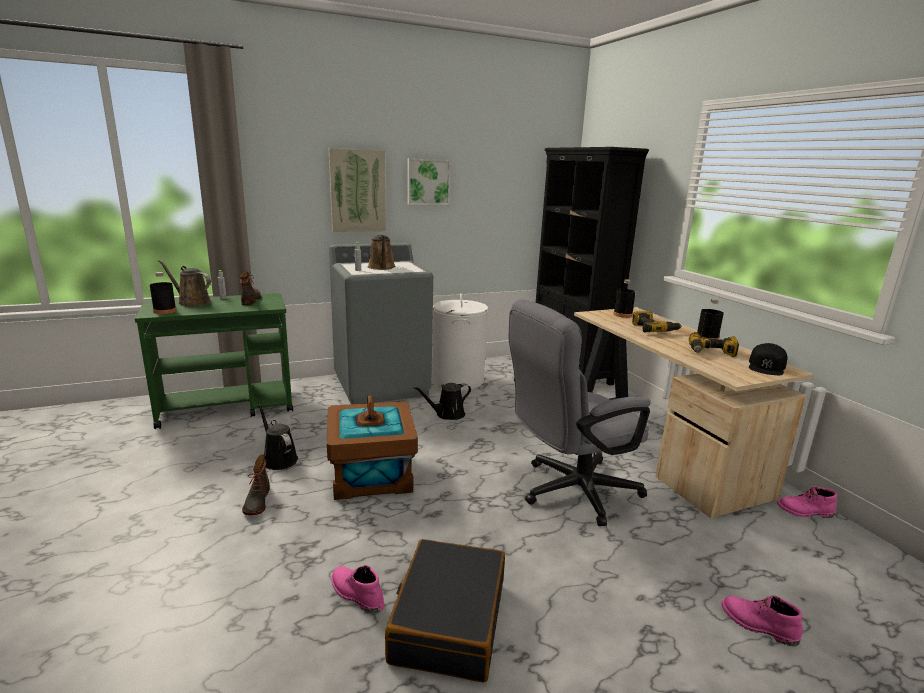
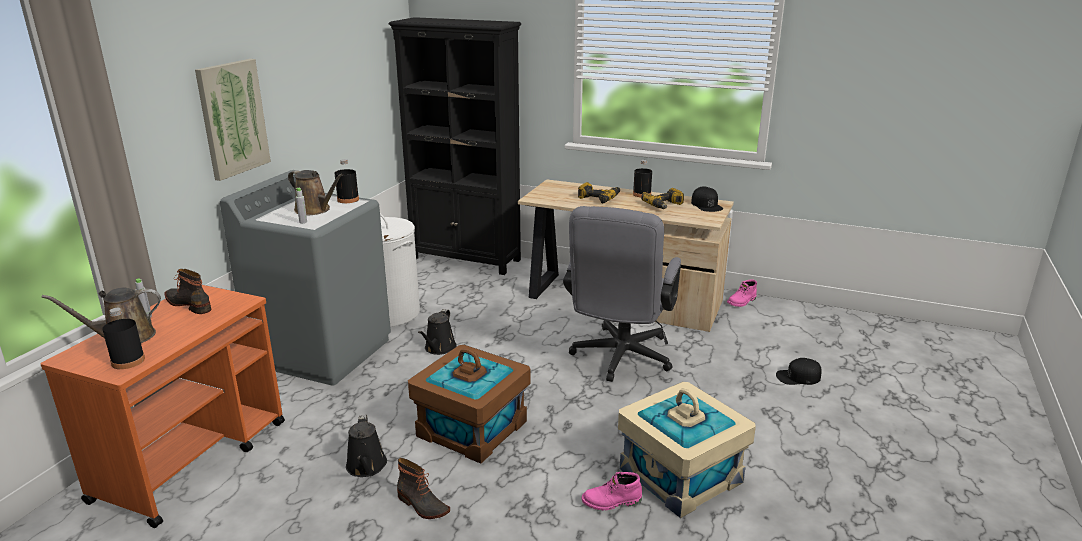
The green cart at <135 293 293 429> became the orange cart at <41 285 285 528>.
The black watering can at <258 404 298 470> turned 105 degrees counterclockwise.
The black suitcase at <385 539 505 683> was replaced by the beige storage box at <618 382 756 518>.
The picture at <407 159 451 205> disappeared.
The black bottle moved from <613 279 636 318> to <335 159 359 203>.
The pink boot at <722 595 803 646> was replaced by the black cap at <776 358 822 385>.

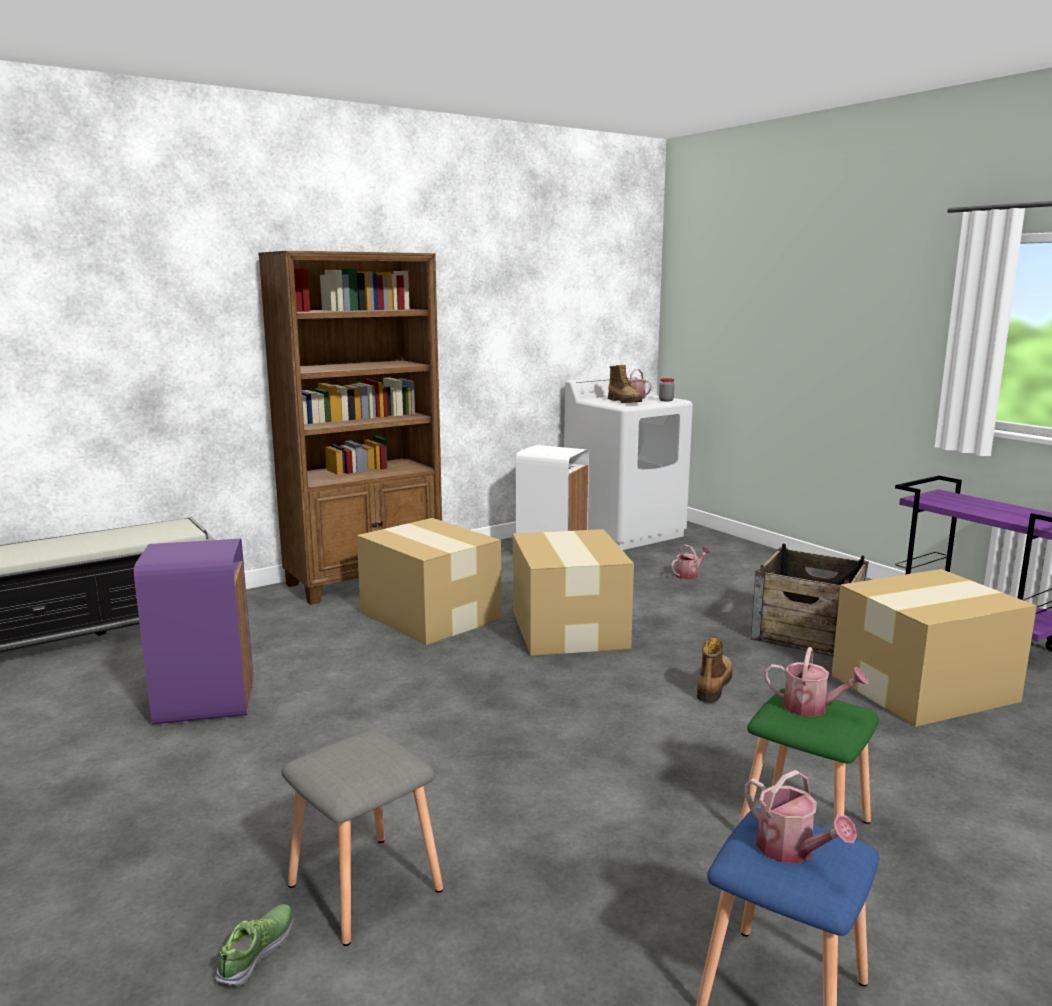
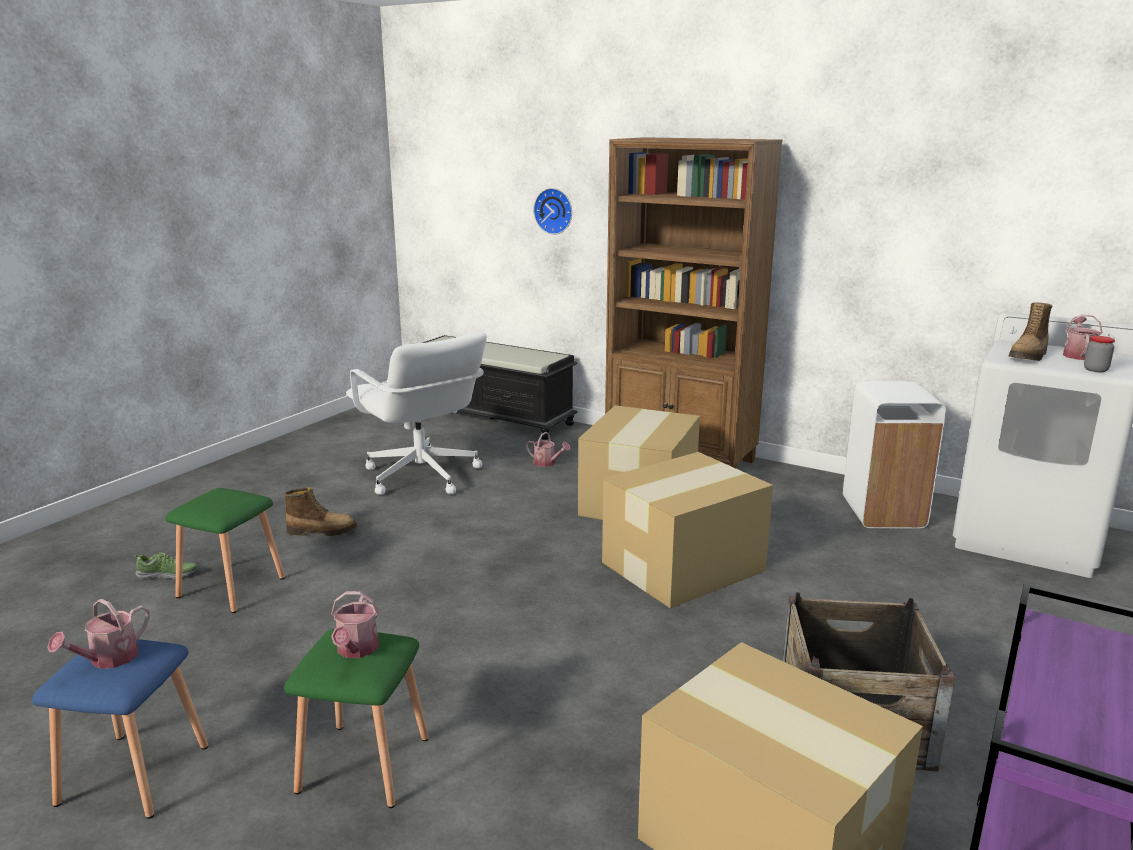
The purple trash can at <134 539 254 724> was replaced by the white office chair at <346 333 487 495>.
The grey stool at <281 730 443 946> became the green stool at <165 488 285 613>.
The watering can moved from <671 545 711 580> to <526 432 571 467>.
The boot moved from <697 638 733 703> to <284 487 357 536>.
The wall clock at <534 188 572 235> appeared.

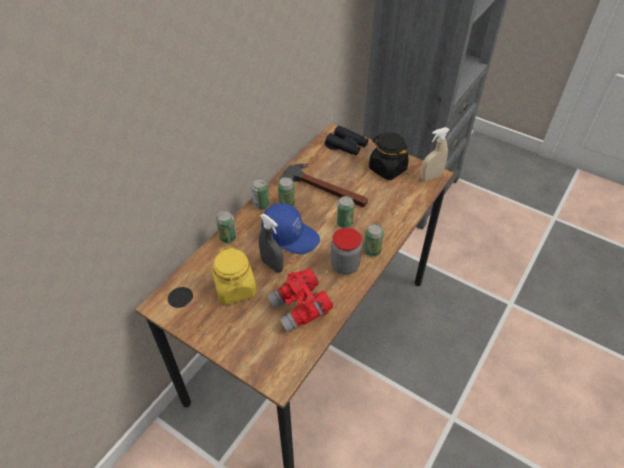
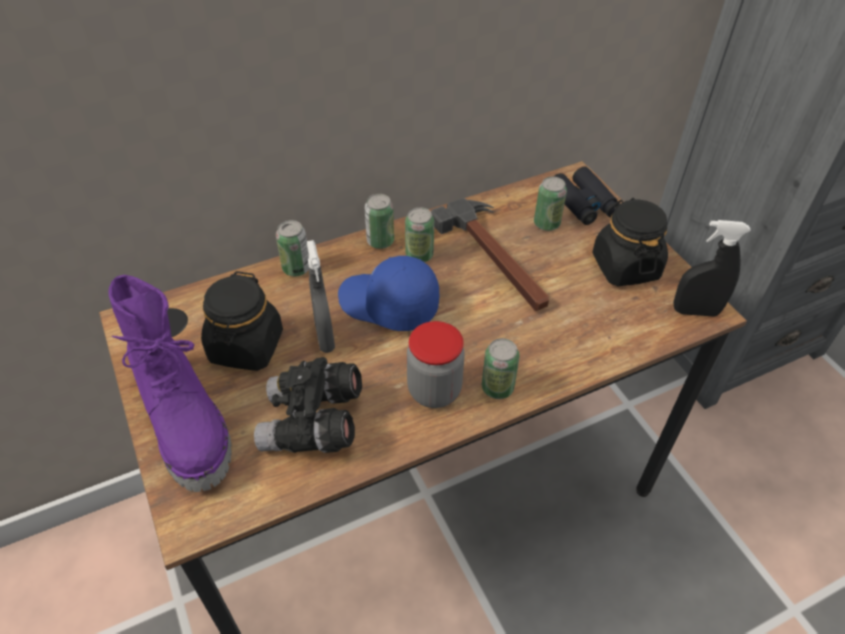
The yellow jar at <212 246 257 305> became the black jar at <201 271 283 371>.
The blue cap at <261 203 320 254> turned 150 degrees clockwise.
The red binoculars at <267 268 333 332> became the black binoculars at <254 357 362 453>.
The can moved from <336 196 354 228> to <534 177 567 231>.
The beige spray bottle at <421 127 449 181> became the black spray bottle at <673 220 751 317>.
The purple boot at <108 275 232 492> appeared.

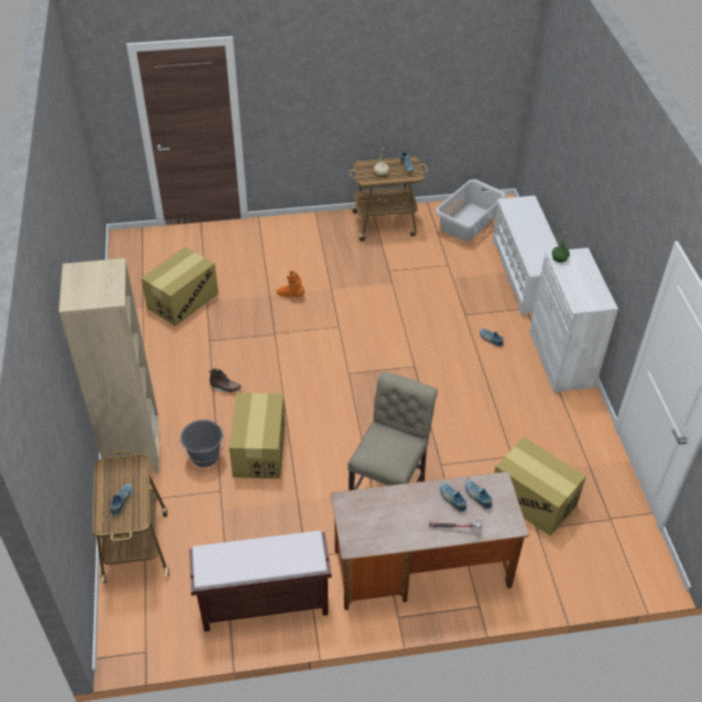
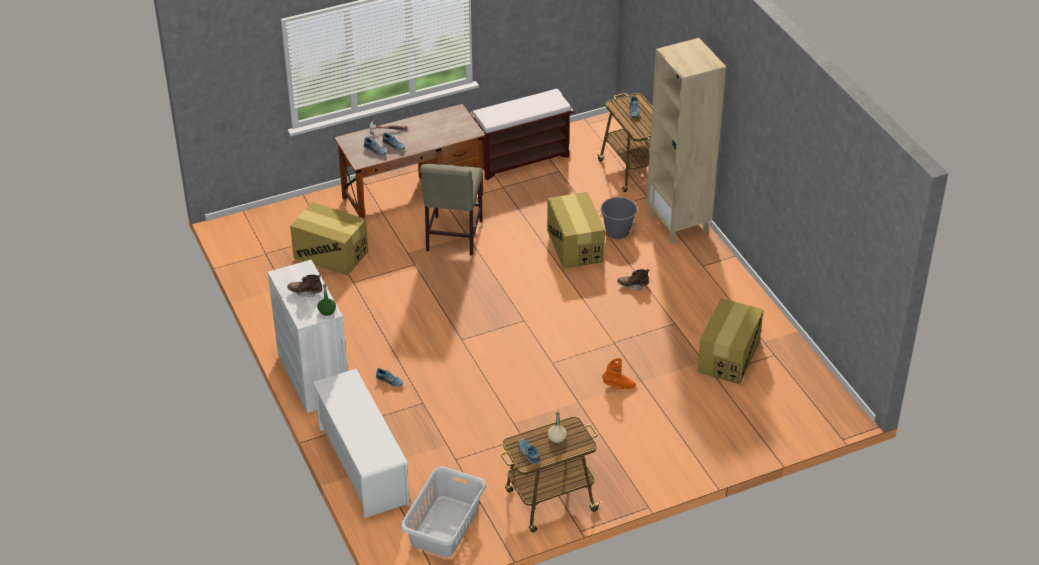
The brown boot at <287 274 322 297> appeared.

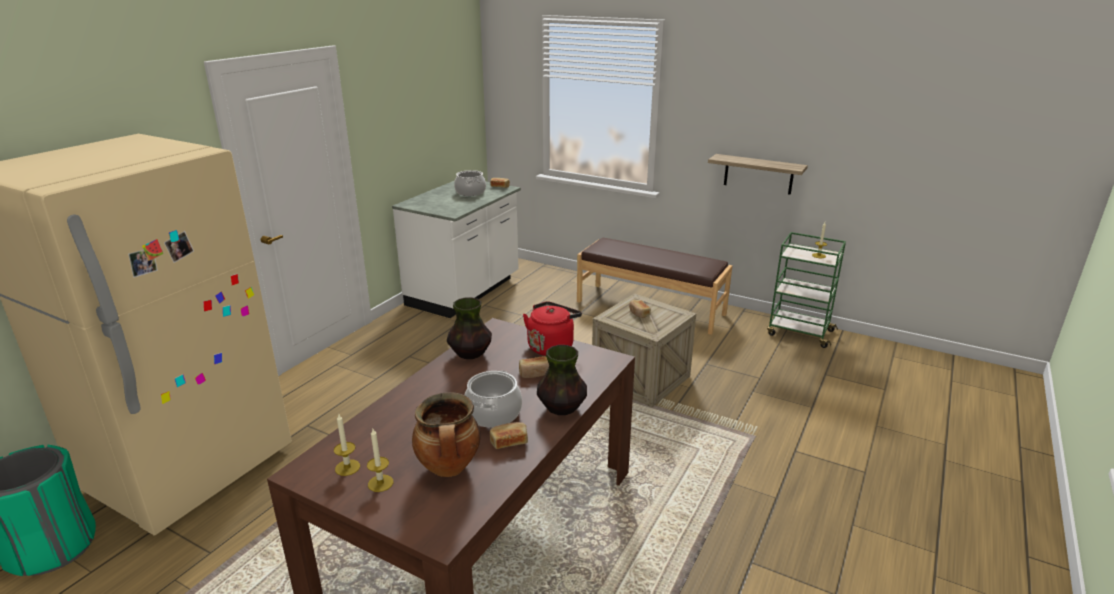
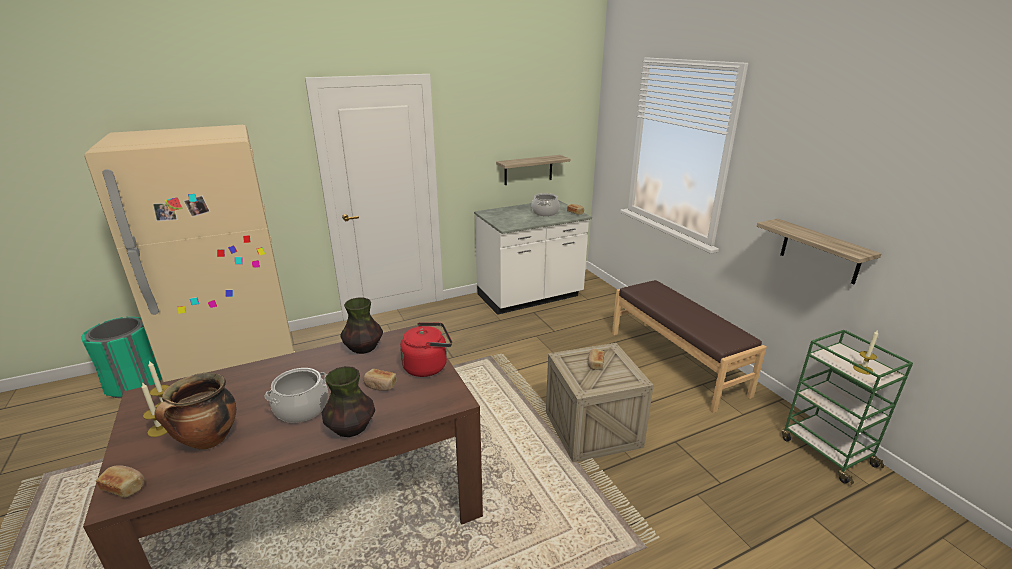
The bread moved from <490 422 528 449> to <96 465 145 498>.
The shelf at <496 155 570 185> appeared.

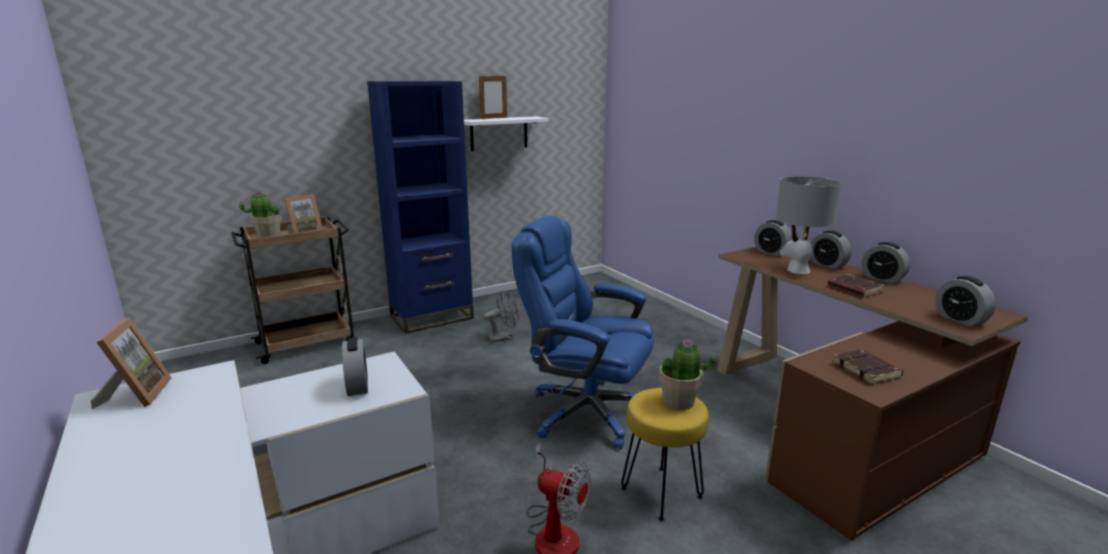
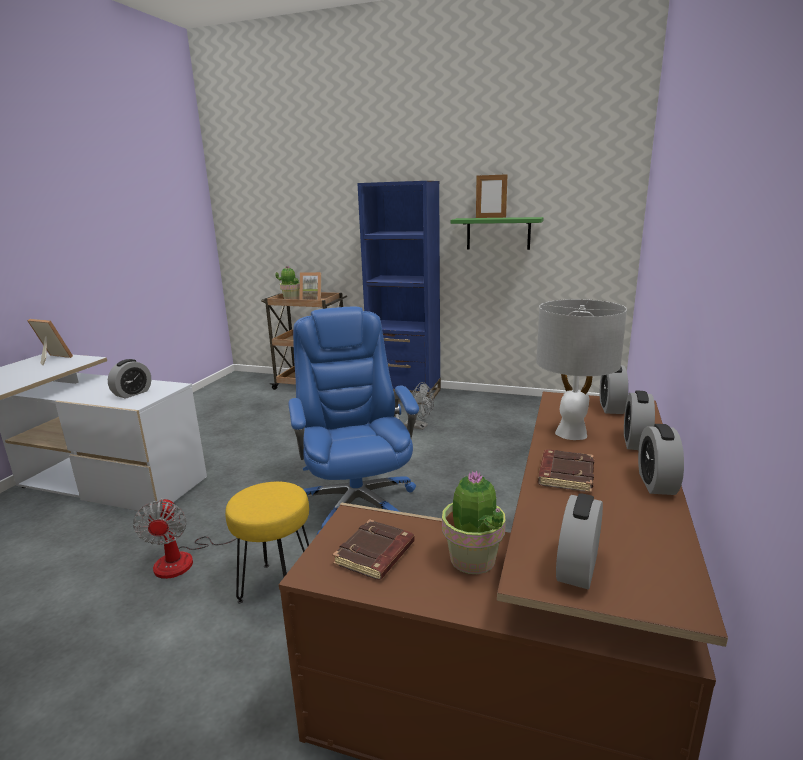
The picture frame at <91 317 172 409> turned 105 degrees counterclockwise.
The white shelf at <464 116 549 151> became the green shelf at <451 217 544 250>.
The potted plant moved from <659 338 717 410> to <442 471 506 574>.

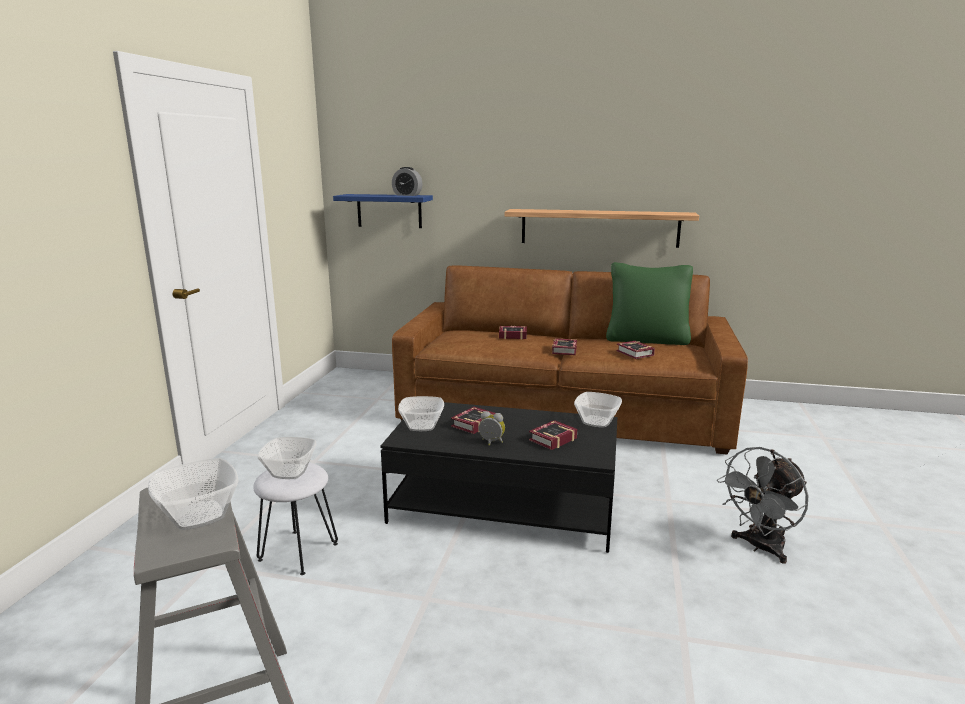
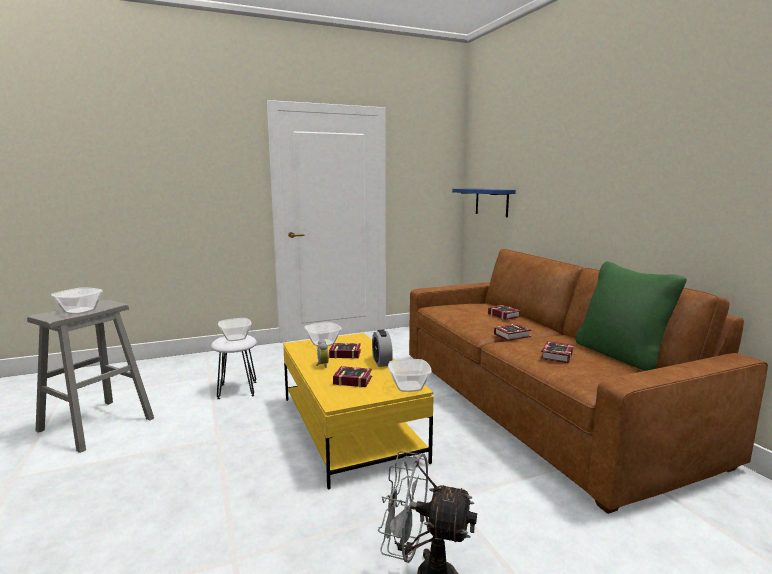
The black coffee table at <380 402 617 553> became the yellow coffee table at <283 333 434 490>.
The alarm clock moved from <392 167 423 196> to <372 330 393 367>.
The shelf at <505 209 699 248> disappeared.

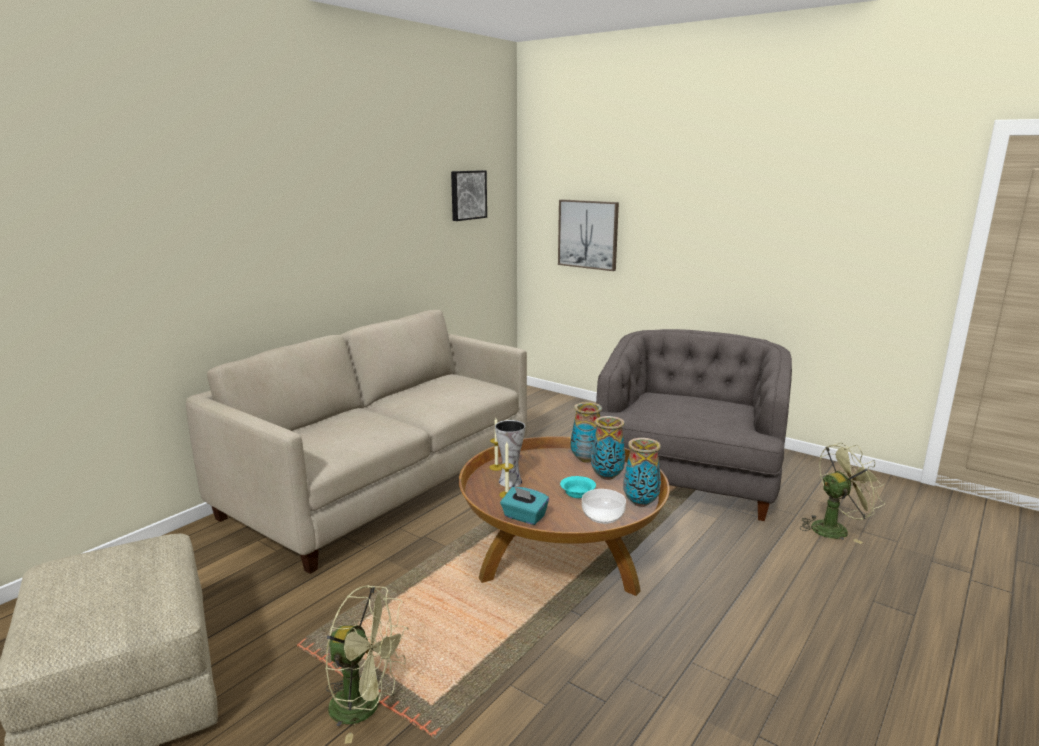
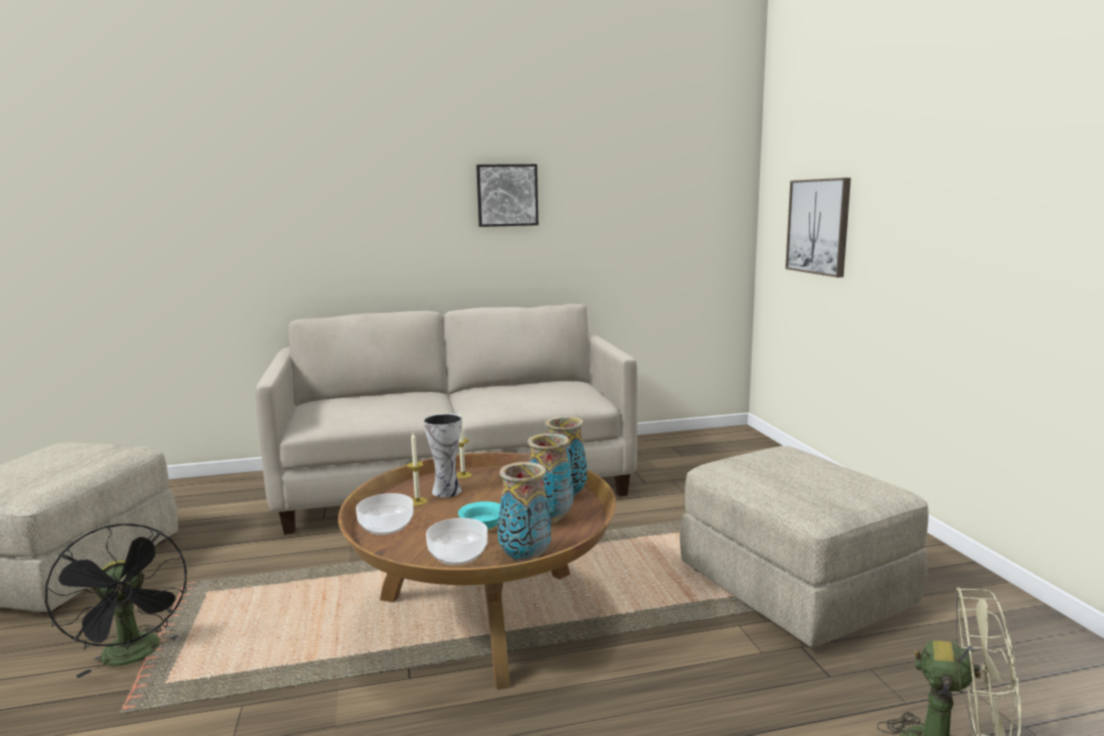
The green fan at <325 585 408 744> became the black fan at <45 524 187 678>.
The picture moved from <451 170 487 221> to <476 164 538 227>.
The turquoise tissue box at <500 487 549 525> was replaced by the bowl at <356 493 413 535>.
The grey armchair at <596 329 792 521> was replaced by the beige ottoman at <680 446 928 647>.

